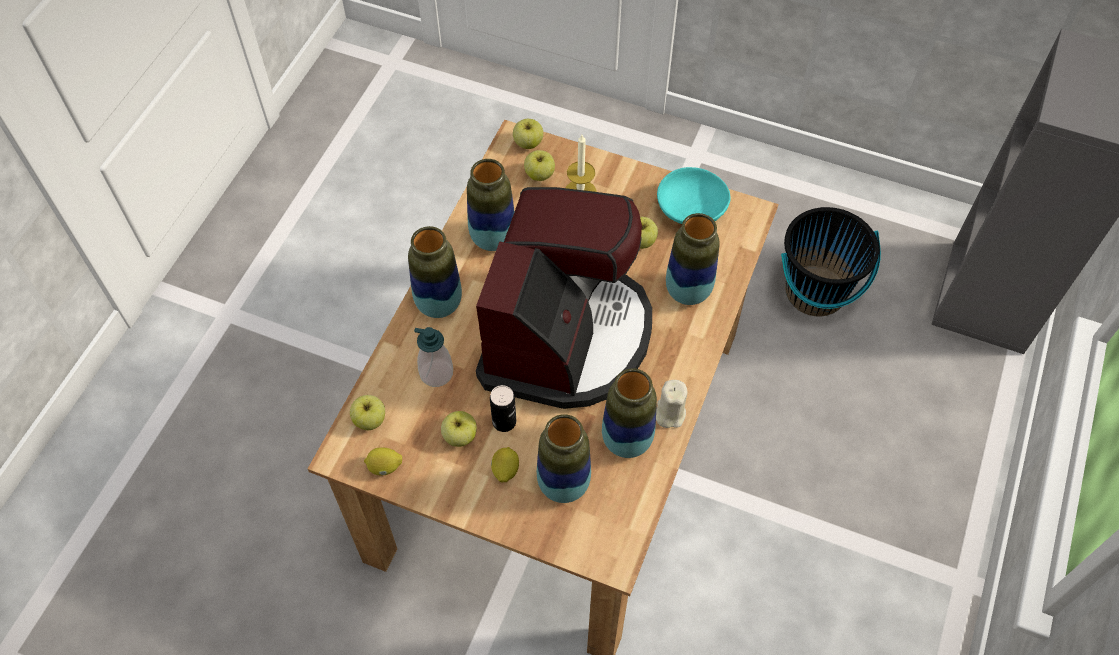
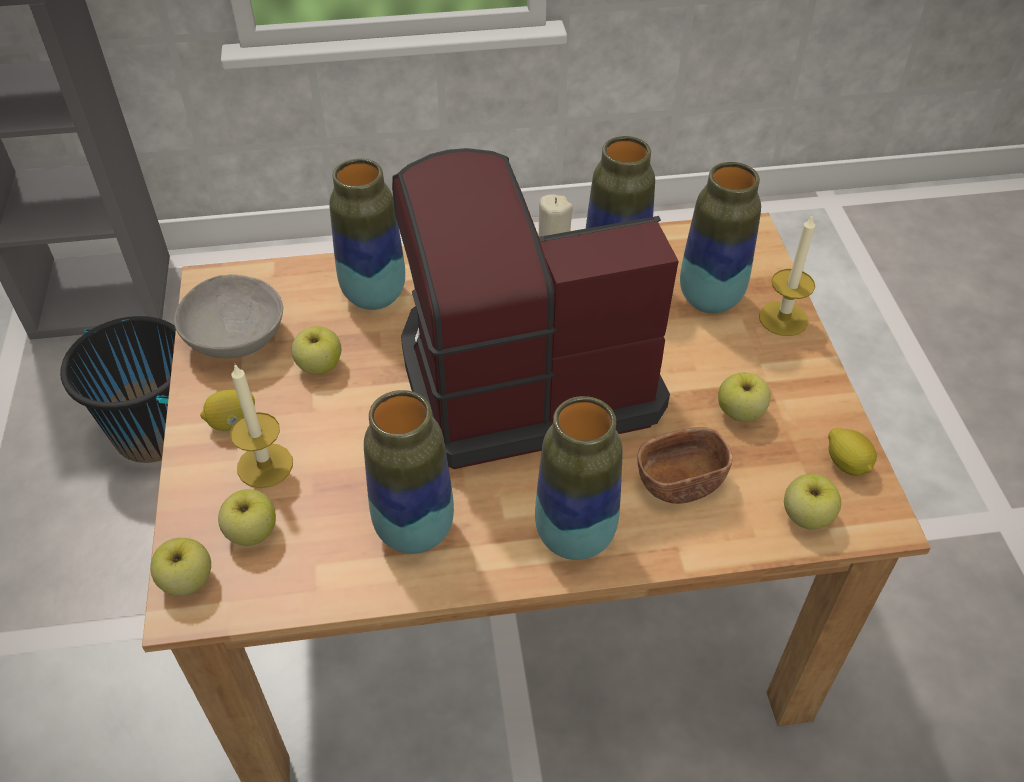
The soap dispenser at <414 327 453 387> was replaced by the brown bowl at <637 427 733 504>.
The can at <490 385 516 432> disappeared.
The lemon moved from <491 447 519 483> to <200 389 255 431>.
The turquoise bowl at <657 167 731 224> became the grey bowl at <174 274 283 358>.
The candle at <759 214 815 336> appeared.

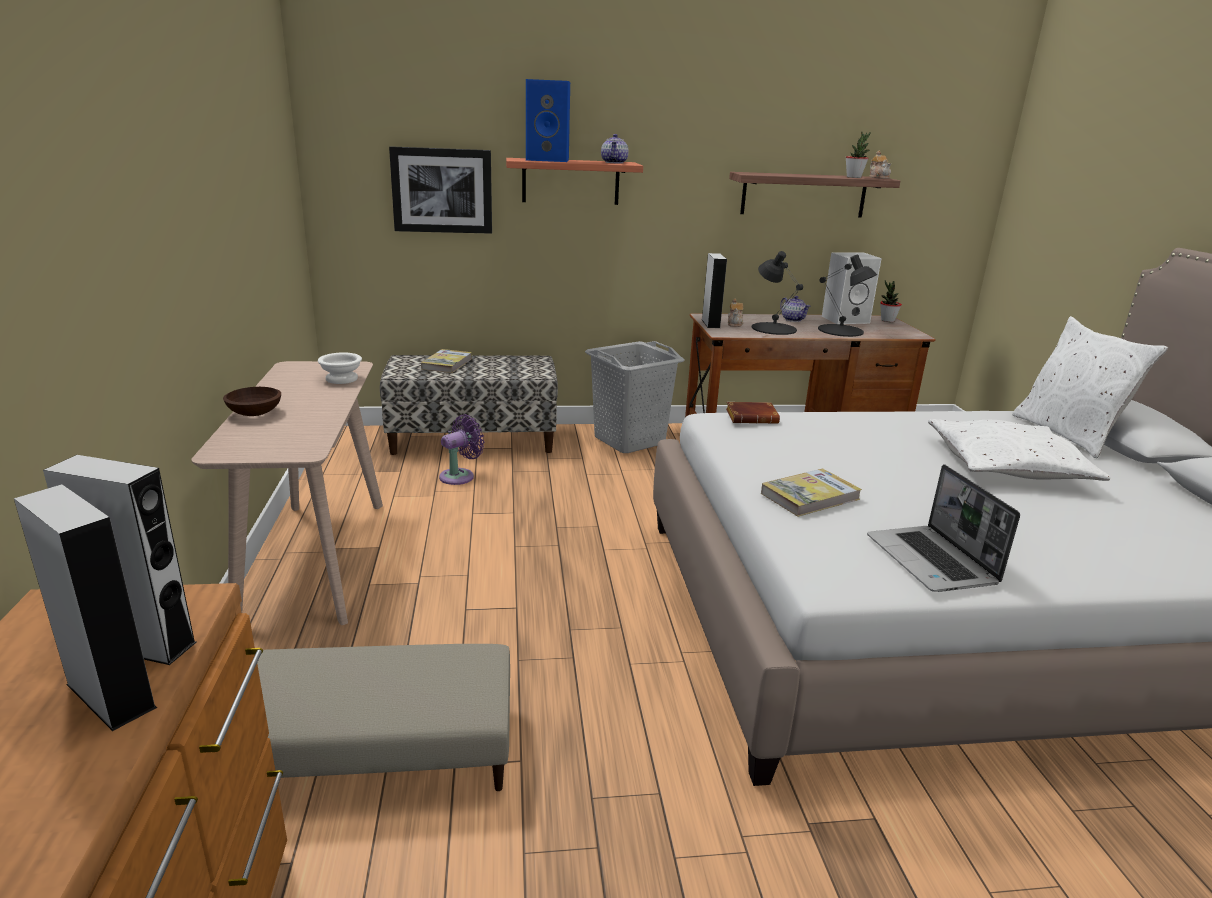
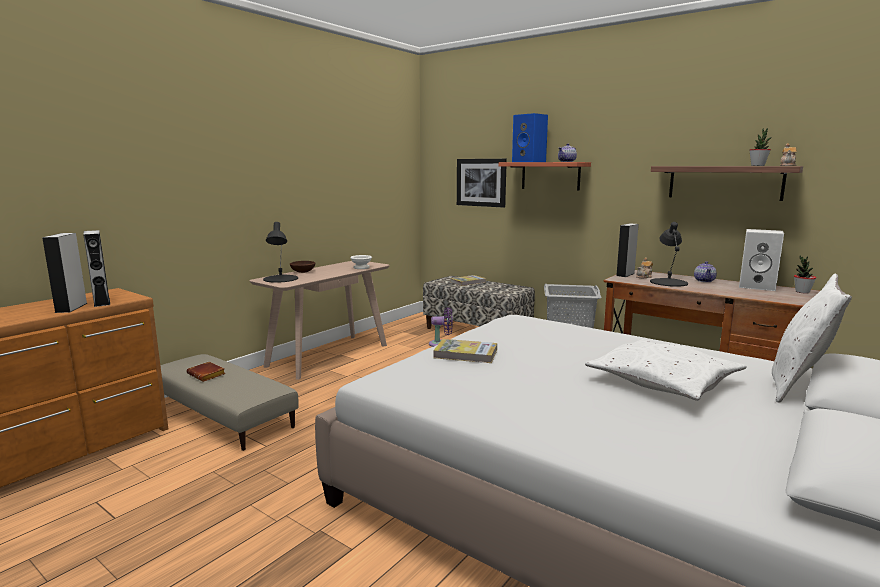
The brown book moved from <726 402 780 424> to <186 362 226 382>.
The black table lamp moved from <818 255 877 337> to <263 222 298 283>.
The laptop at <867 464 1020 592> disappeared.

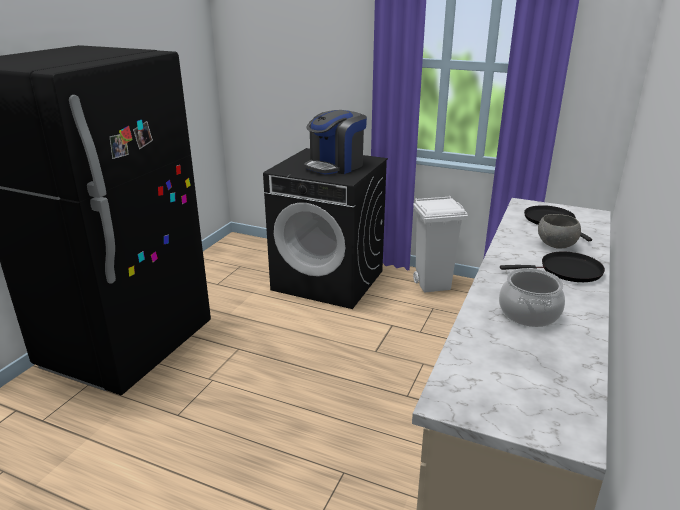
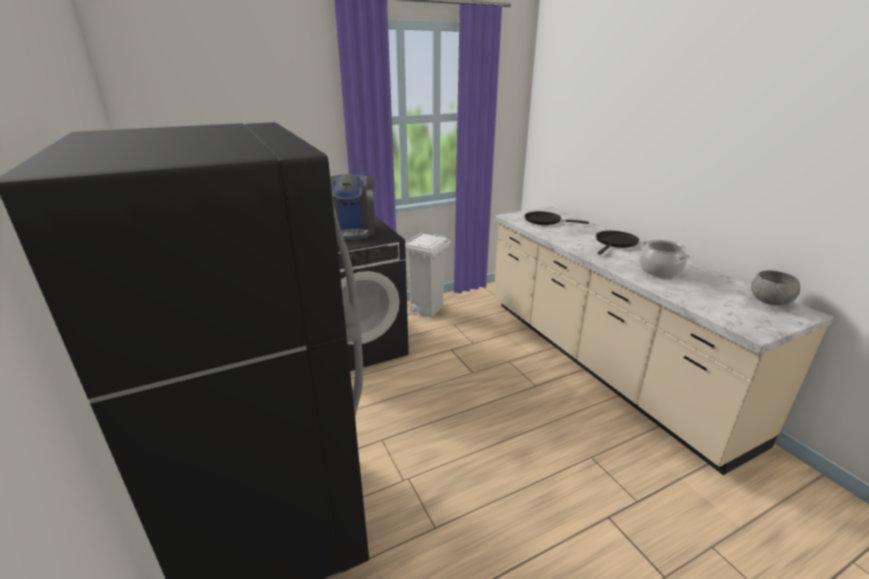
The grey bowl moved from <538 214 581 249> to <751 270 800 305>.

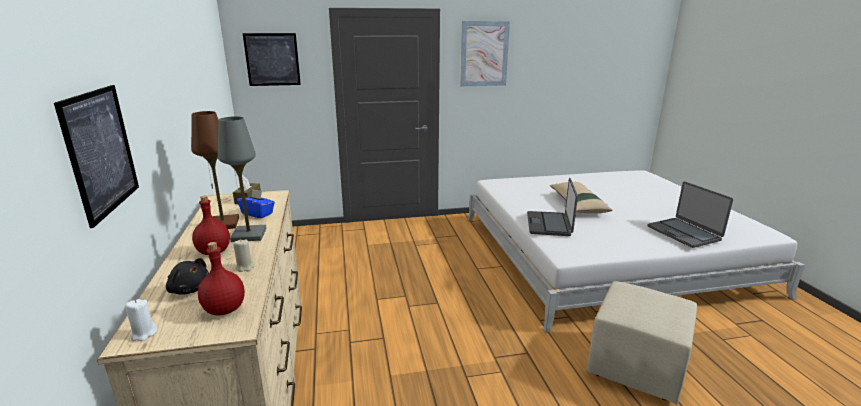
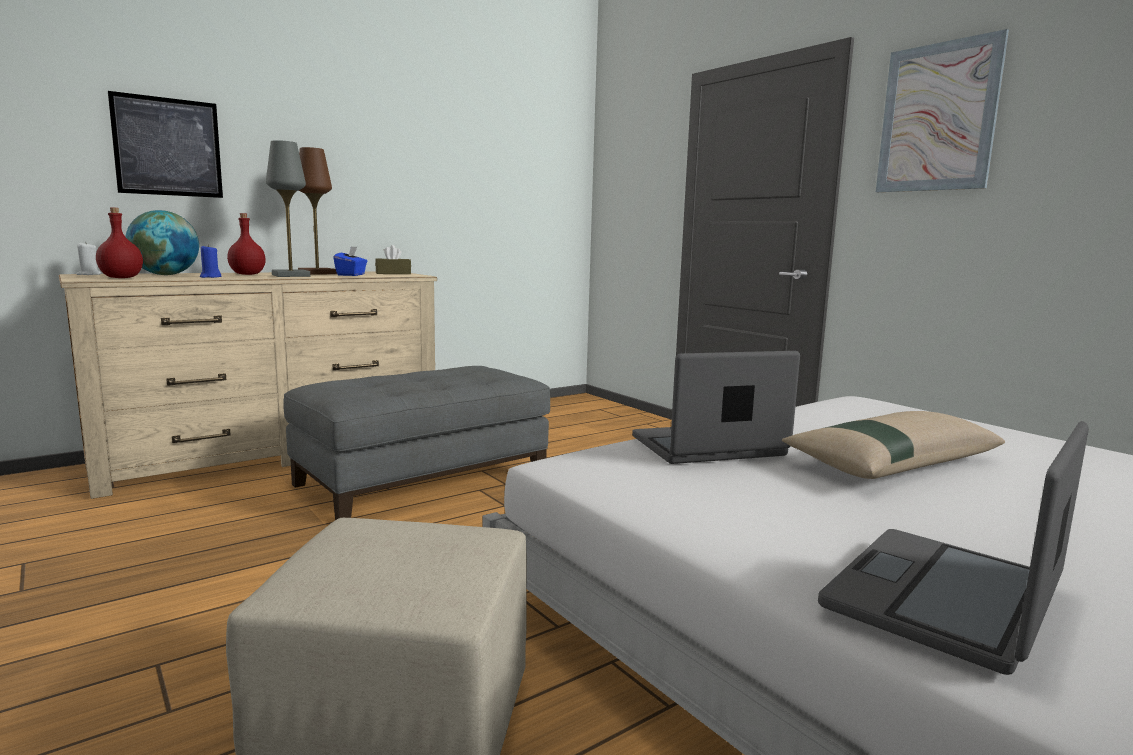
The black plush toy at <166 258 209 295> was replaced by the globe at <126 210 199 275>.
The beige candle at <233 239 255 272> became the blue candle at <200 245 221 278>.
The picture at <243 33 301 86> disappeared.
The grey ottoman at <284 366 550 520> appeared.

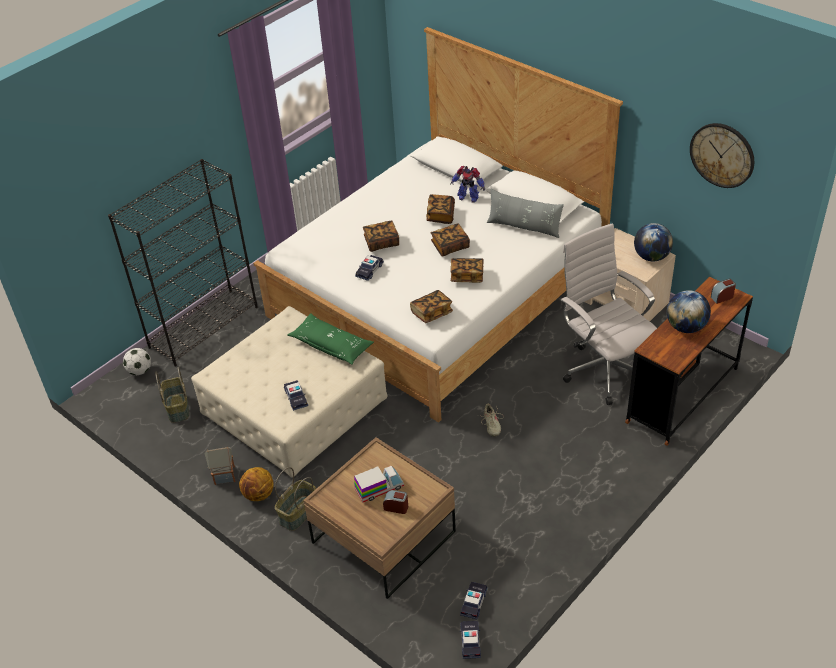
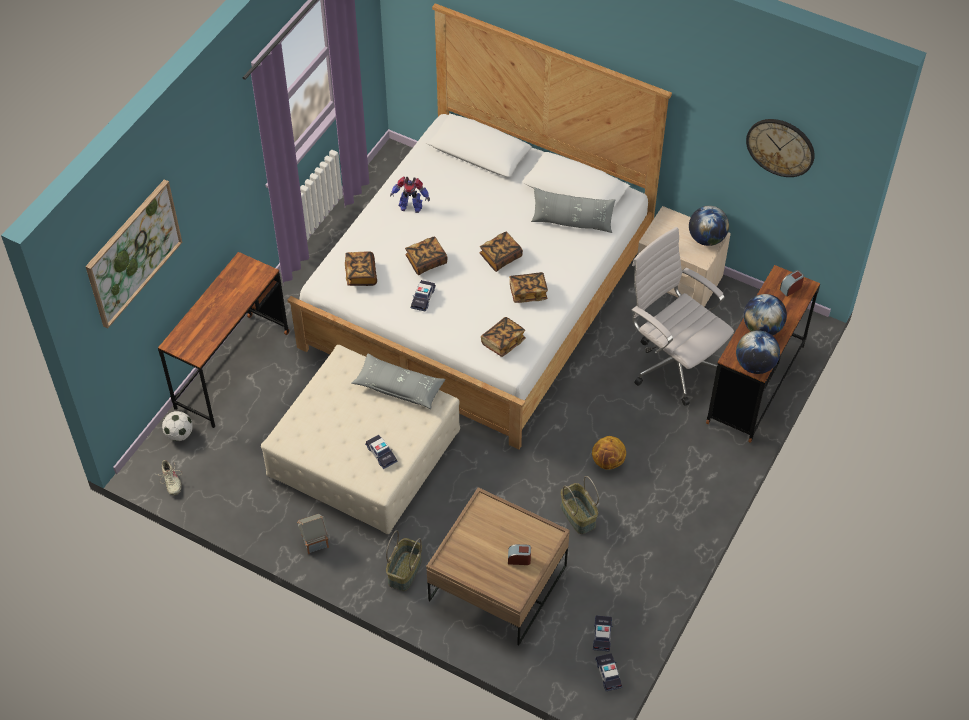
The black bookcase at <108 159 258 367> was replaced by the brown desk at <158 252 289 428>.
The basket moved from <155 367 189 423> to <561 476 599 534>.
The basketball moved from <239 467 274 501> to <592 436 626 470>.
The green pillow at <287 313 374 365> became the grey pillow at <352 353 446 409>.
The toy truck at <354 466 404 503> disappeared.
The book moved from <426 194 455 224> to <345 251 377 286>.
The toy robot moved from <450 166 485 203> to <390 176 430 213>.
The beige shoe moved from <478 404 504 437> to <155 460 182 495>.
The picture at <85 179 183 328> appeared.
The globe at <736 330 780 374> appeared.

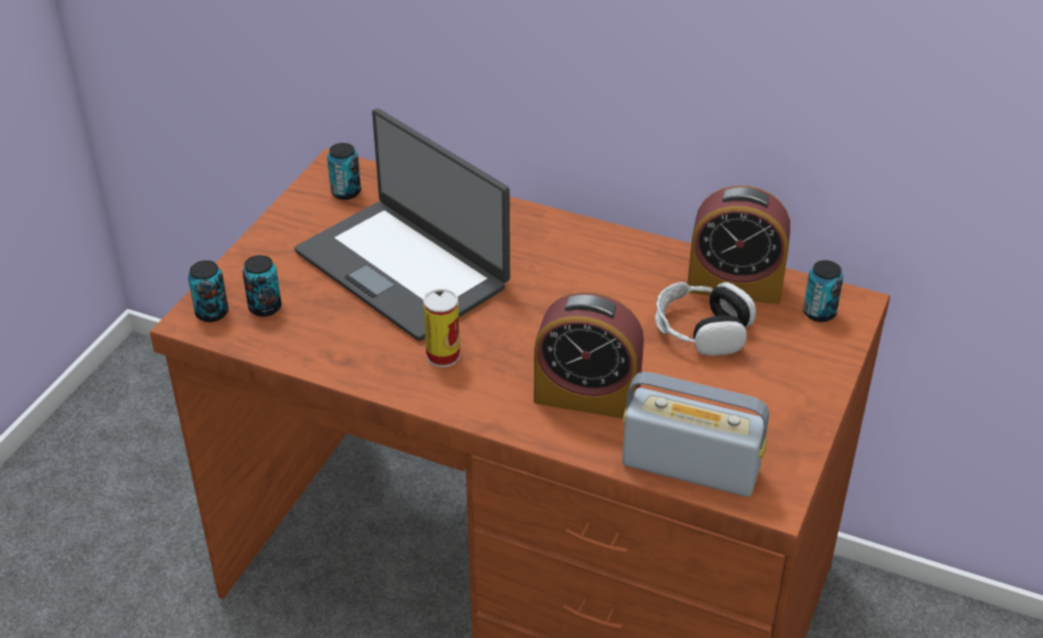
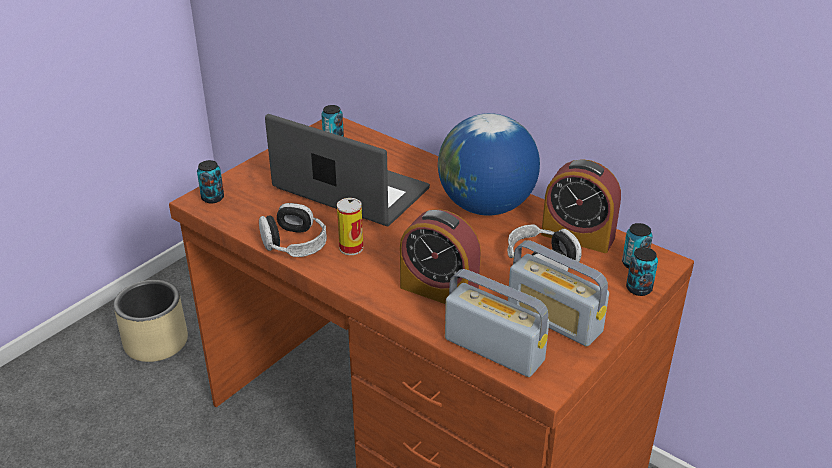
The can moved from <242 255 281 317> to <626 247 658 296>.
The laptop at <295 109 510 341> turned 150 degrees clockwise.
The beige planter at <114 280 188 362> appeared.
The headphones at <259 203 327 257> appeared.
The globe at <438 113 540 216> appeared.
The radio at <508 240 609 346> appeared.

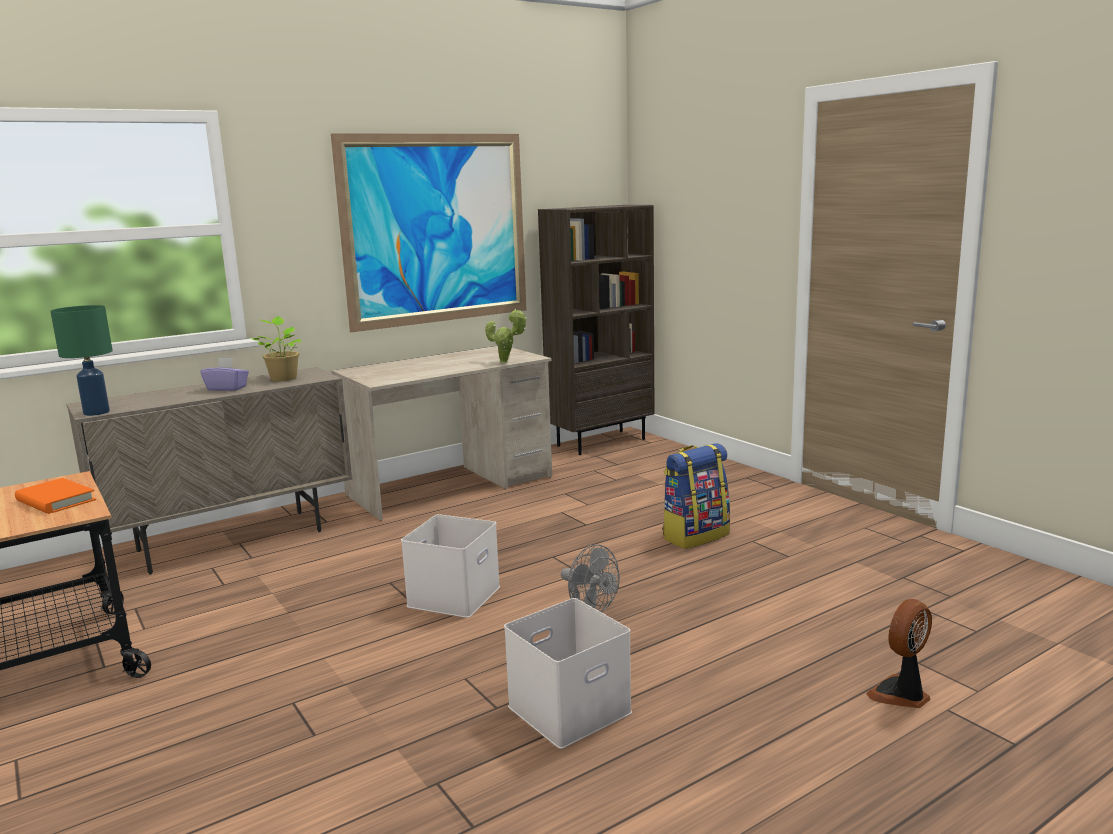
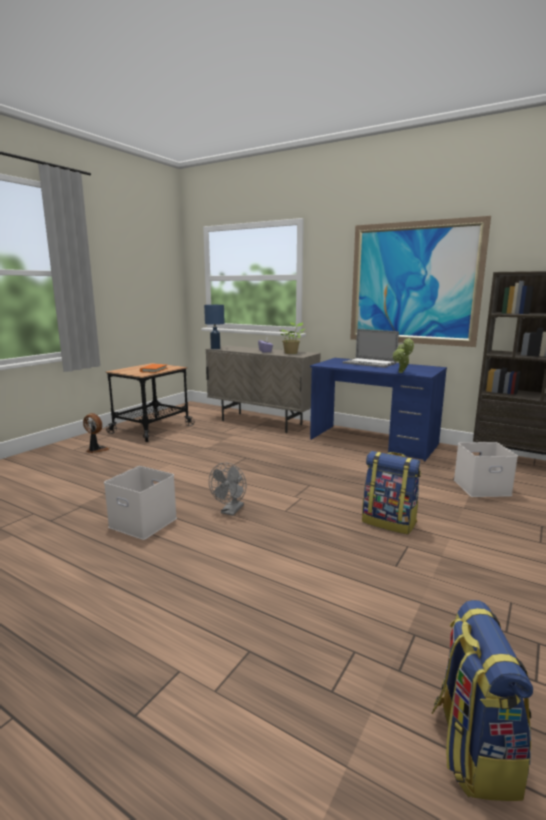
The green table lamp at <50 305 113 416> became the blue table lamp at <204 305 225 349>.
The beige desk at <332 346 552 521> became the blue desk at <310 358 447 461>.
The white storage box moved from <401 514 500 618> to <454 442 518 497>.
The fan moved from <866 599 932 708> to <83 413 110 453>.
The laptop at <343 329 399 368> appeared.
The backpack at <432 600 533 801> appeared.

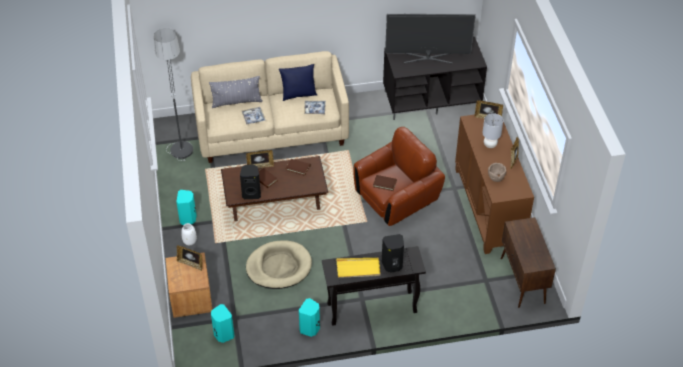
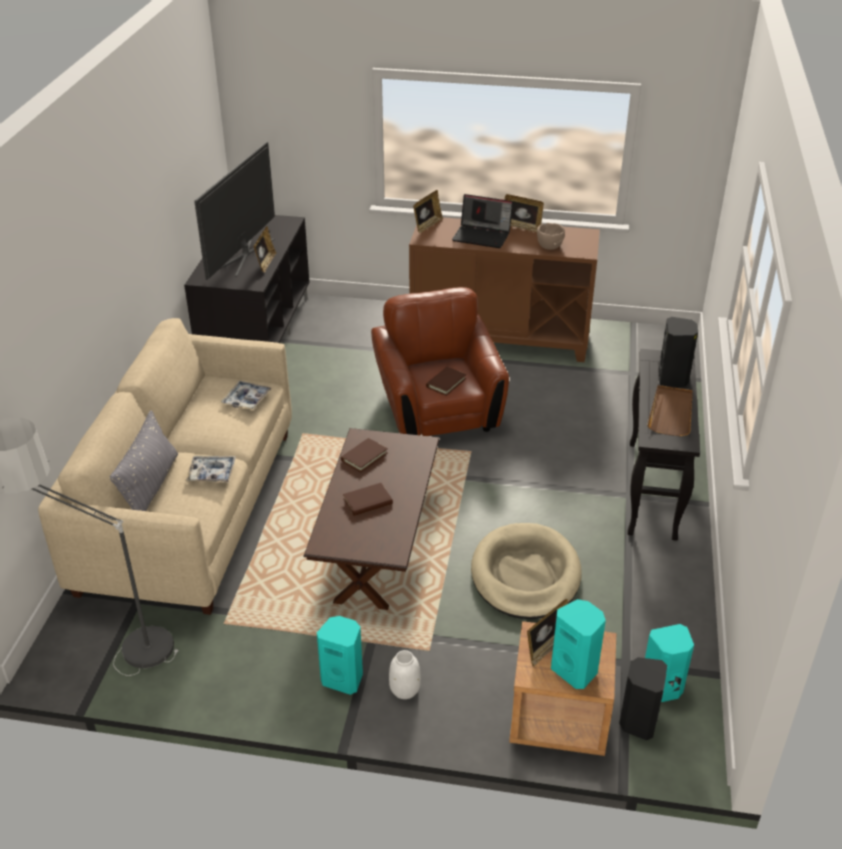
The black speaker moved from <240 165 261 199> to <619 657 667 740>.
The picture frame moved from <246 150 274 168> to <254 226 277 272>.
The blue pillow at <279 64 317 101> disappeared.
The turquoise speaker moved from <299 298 320 337> to <551 599 606 689>.
The yellow tray at <336 258 381 278> became the brown tray at <647 385 693 436>.
The grey table lamp at <482 113 503 148> was replaced by the laptop at <452 194 513 248>.
The brown cabinet at <501 217 556 308> disappeared.

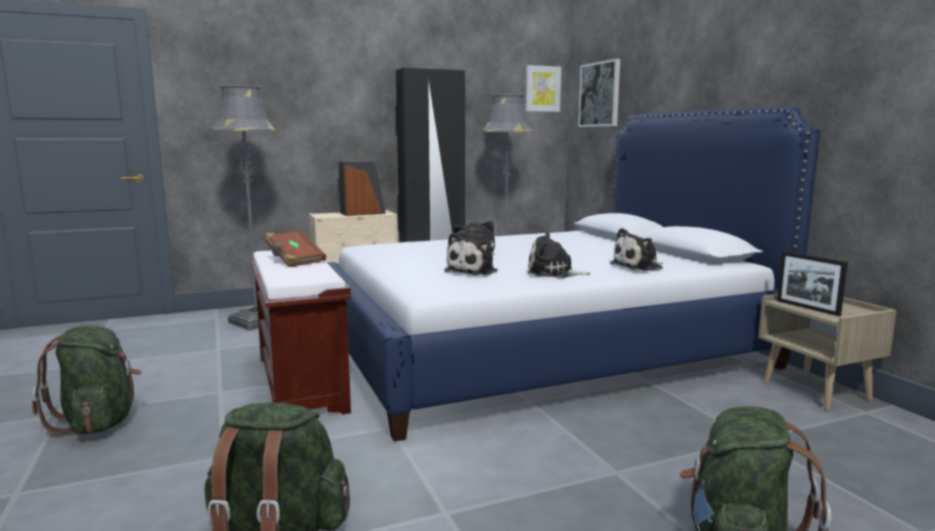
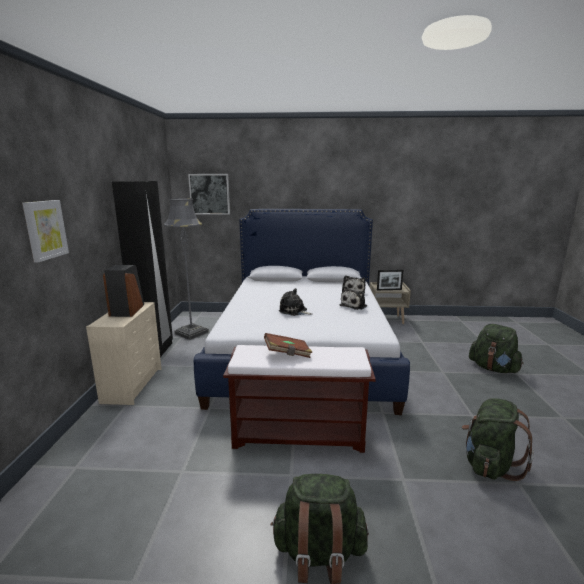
The grey floor lamp at <210 85 276 331> disappeared.
The plush toy at <444 233 498 276> disappeared.
The picture moved from <525 65 561 112> to <22 200 69 263>.

